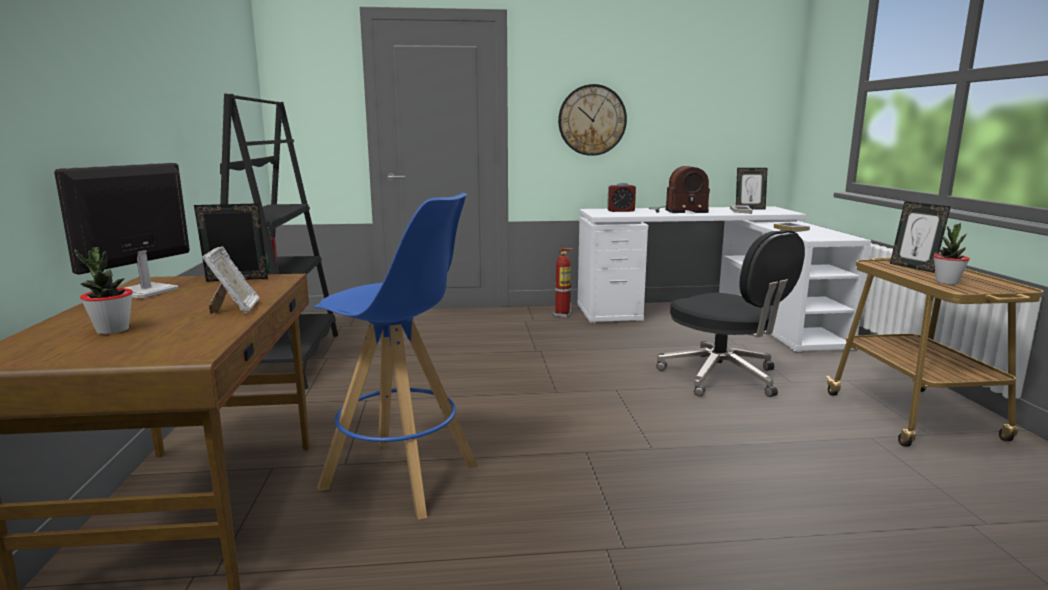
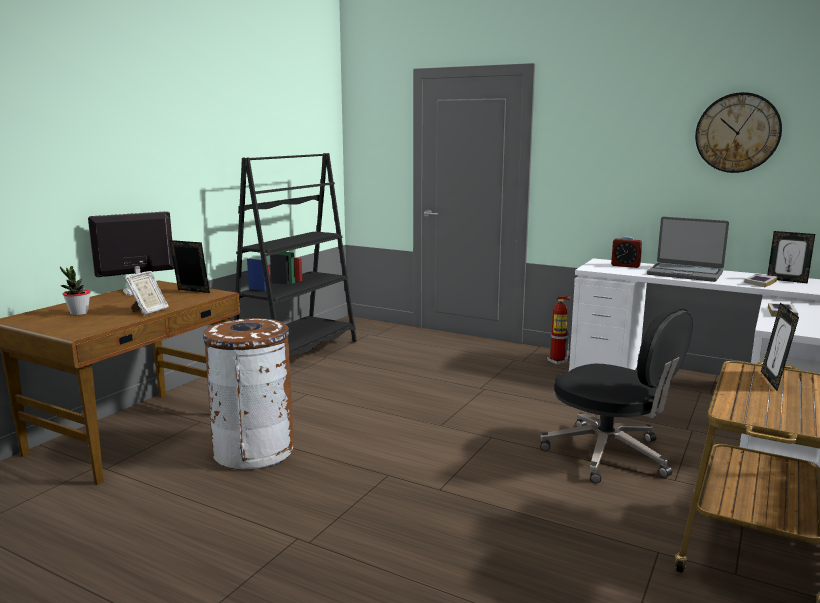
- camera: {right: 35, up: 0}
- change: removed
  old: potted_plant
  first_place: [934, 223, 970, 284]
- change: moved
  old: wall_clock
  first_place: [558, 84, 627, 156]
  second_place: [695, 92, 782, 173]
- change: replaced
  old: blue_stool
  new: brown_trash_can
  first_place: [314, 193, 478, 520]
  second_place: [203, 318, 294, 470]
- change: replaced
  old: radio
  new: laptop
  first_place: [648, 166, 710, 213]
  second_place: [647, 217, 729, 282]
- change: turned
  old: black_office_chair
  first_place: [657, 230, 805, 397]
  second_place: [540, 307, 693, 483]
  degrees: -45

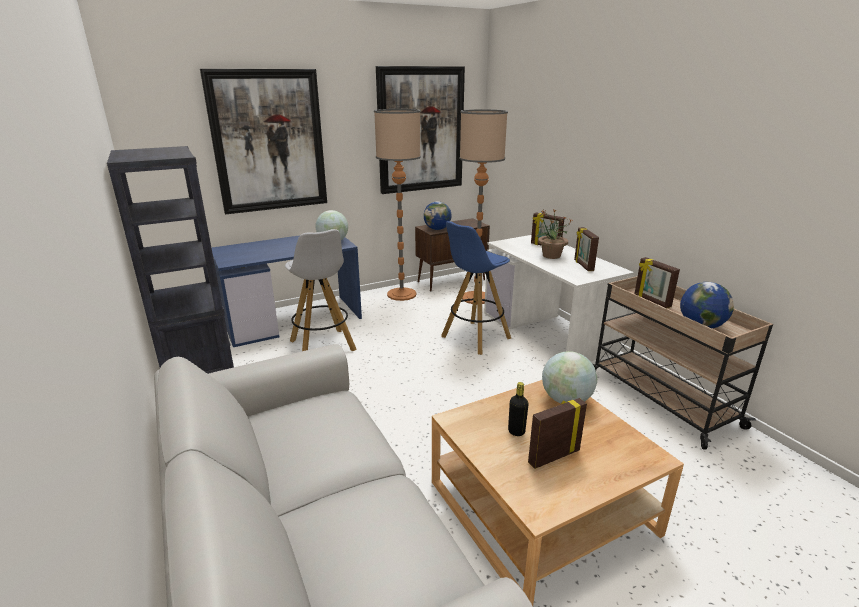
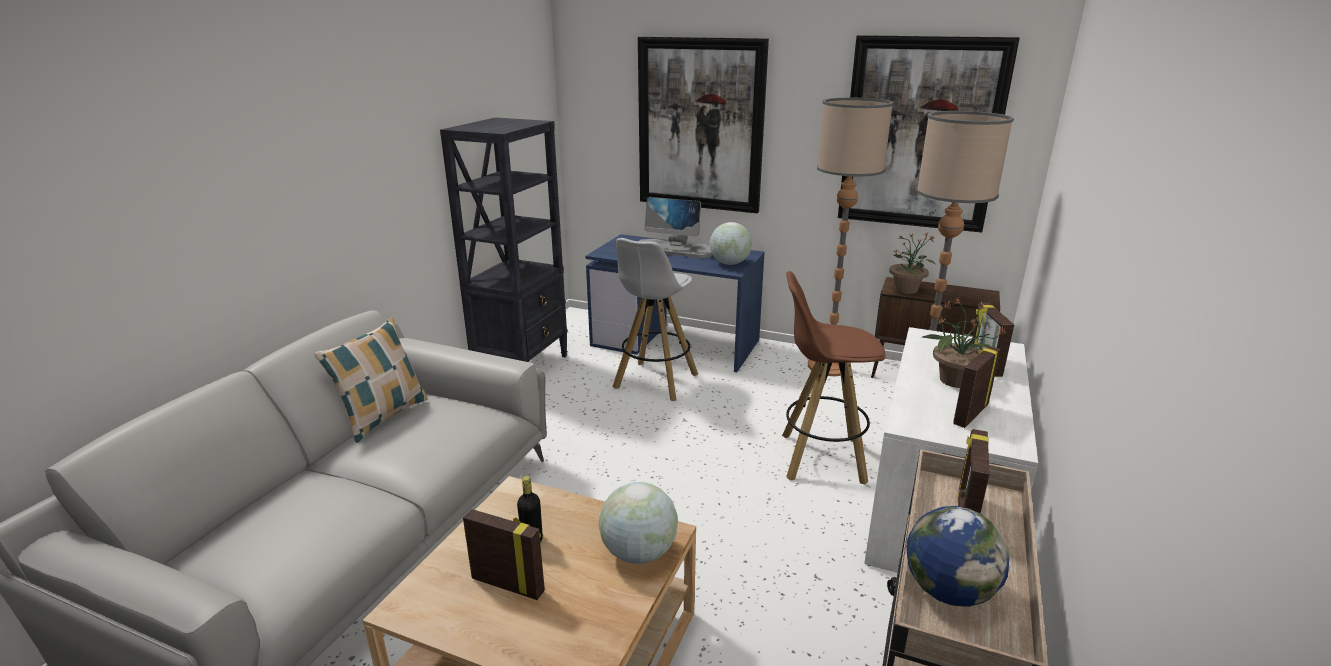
- camera: {right: 50, up: 0}
- change: added
  new: pillow
  second_place: [314, 318, 428, 443]
- change: added
  new: monitor
  second_place: [639, 197, 713, 259]
- change: replaced
  old: globe
  new: potted_plant
  first_place: [424, 201, 452, 230]
  second_place: [889, 233, 936, 294]
- change: recoloured
  old: blue_stool
  new: brown_stool
  first_place: [441, 221, 511, 355]
  second_place: [782, 271, 885, 485]

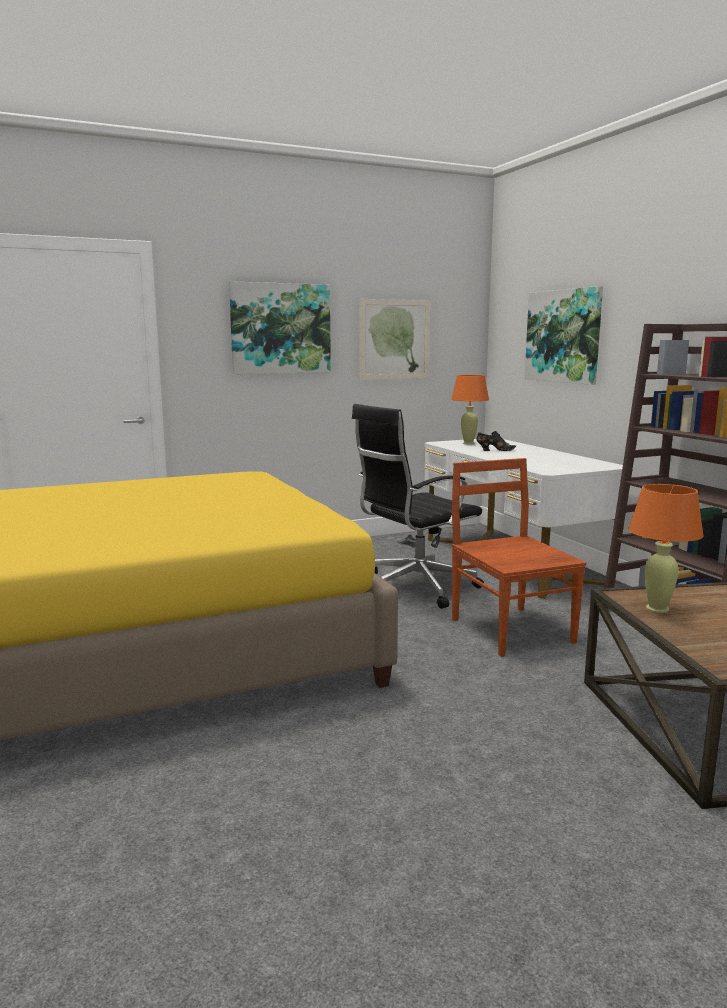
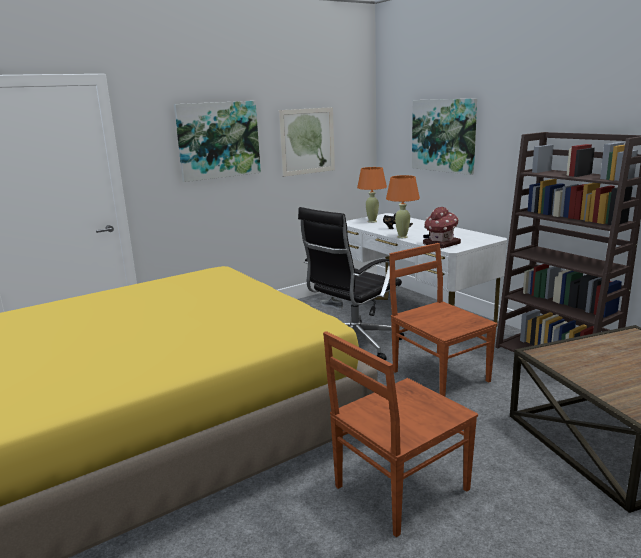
- camera: {right: -10, up: 5}
- change: added
  new: brown_chair
  second_place: [323, 331, 478, 537]
- change: added
  new: toy_house
  second_place: [423, 207, 461, 248]
- change: moved
  old: orange_table_lamp
  first_place: [629, 484, 704, 613]
  second_place: [386, 175, 420, 238]

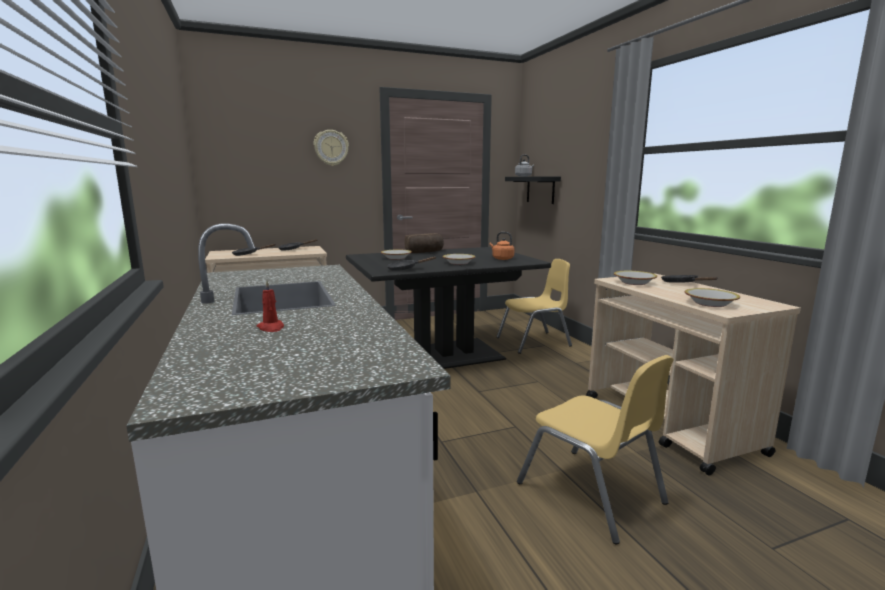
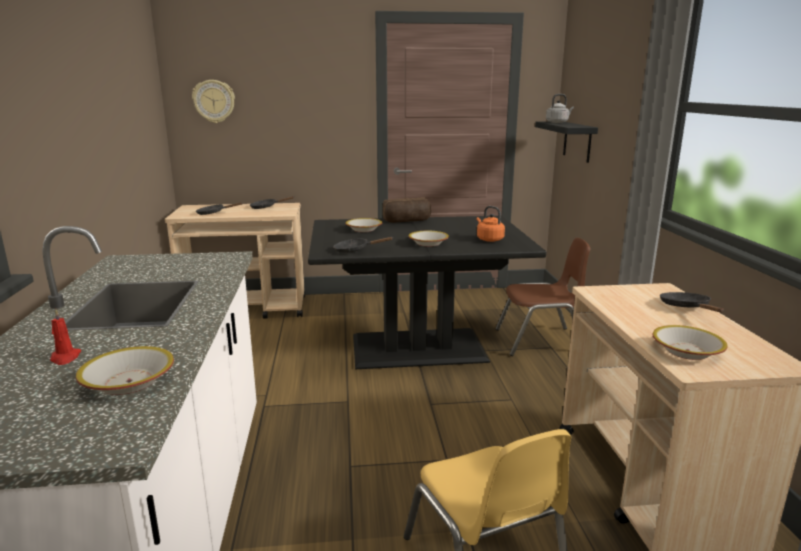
- camera: {right: 15, up: 5}
- change: moved
  old: wall_clock
  first_place: [314, 130, 349, 166]
  second_place: [192, 80, 235, 123]
- change: moved
  old: bowl
  first_place: [614, 271, 657, 285]
  second_place: [76, 346, 174, 395]
- change: recoloured
  old: yellow_chair
  new: brown_chair
  first_place: [496, 259, 572, 354]
  second_place: [496, 238, 591, 356]

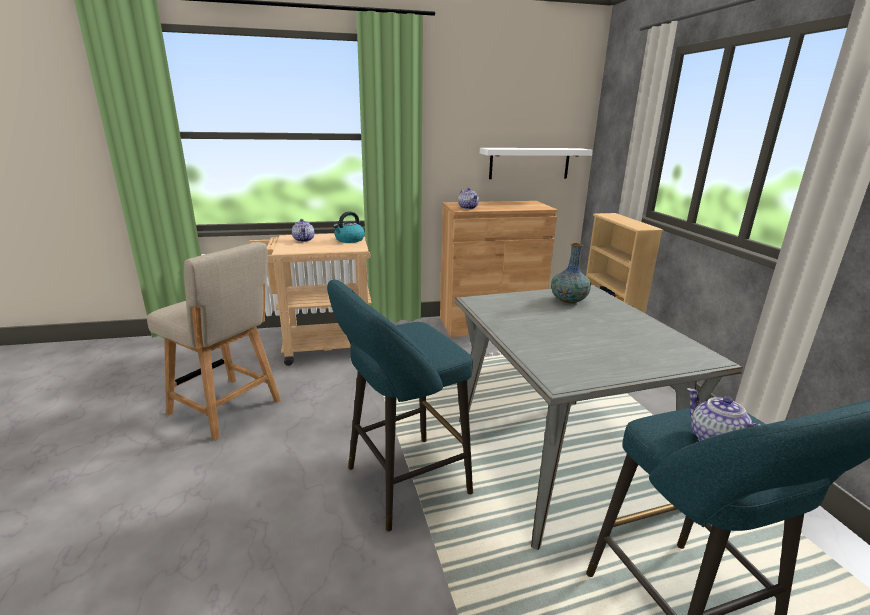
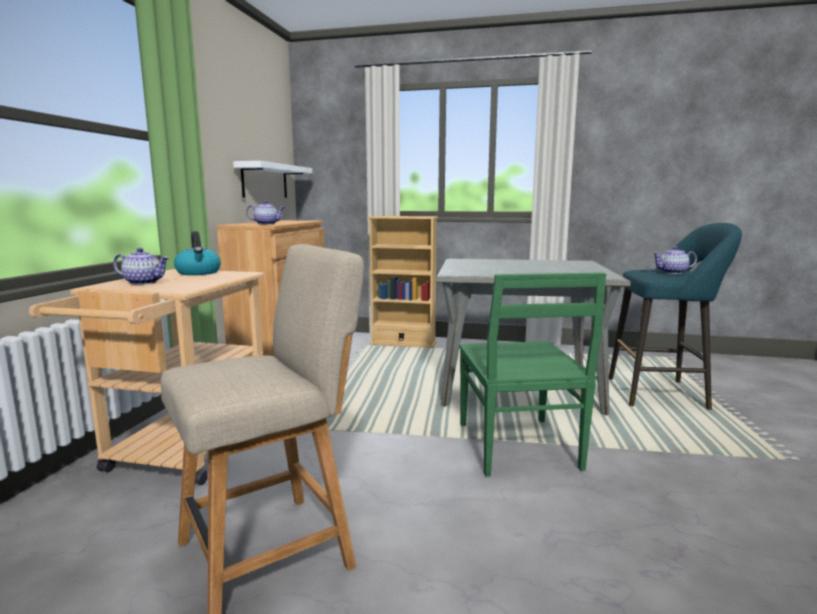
- camera: {right: -65, up: -10}
- change: removed
  old: vase
  first_place: [551, 243, 591, 304]
- change: replaced
  old: turquoise_stool
  new: green_chair
  first_place: [327, 279, 473, 531]
  second_place: [459, 272, 606, 477]

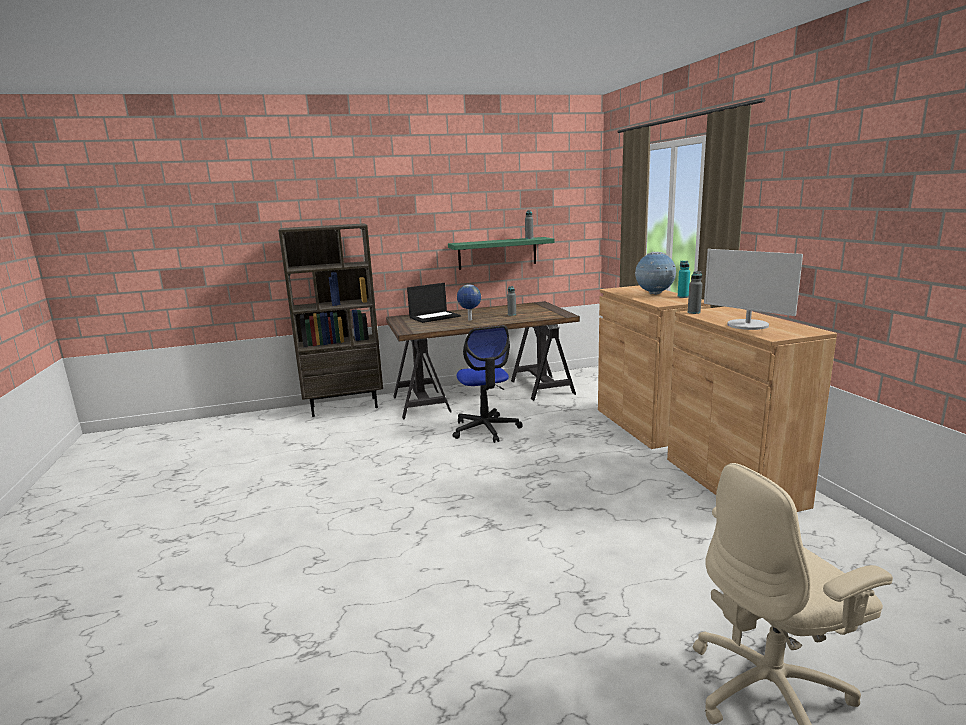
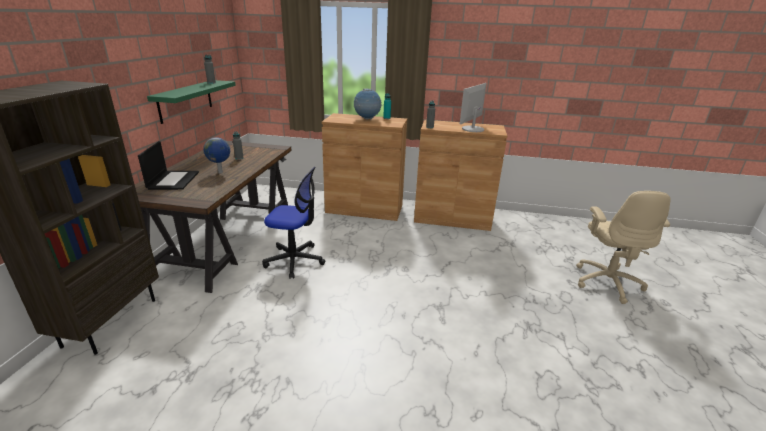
- camera: {right: -65, up: 10}
- change: turned
  old: monitor
  first_place: [704, 249, 803, 330]
  second_place: [460, 83, 487, 132]
  degrees: 135

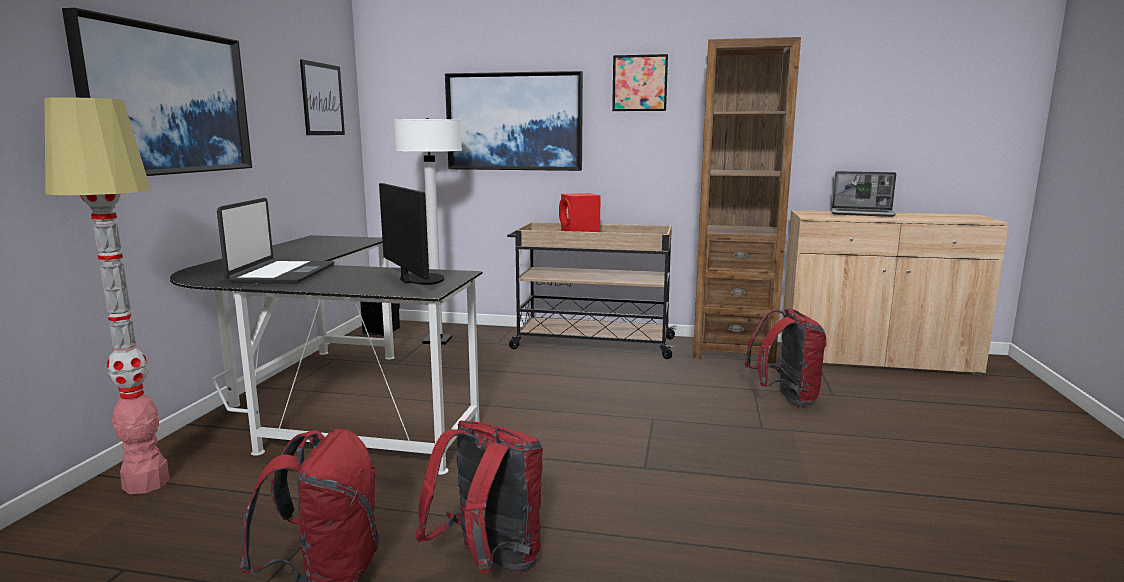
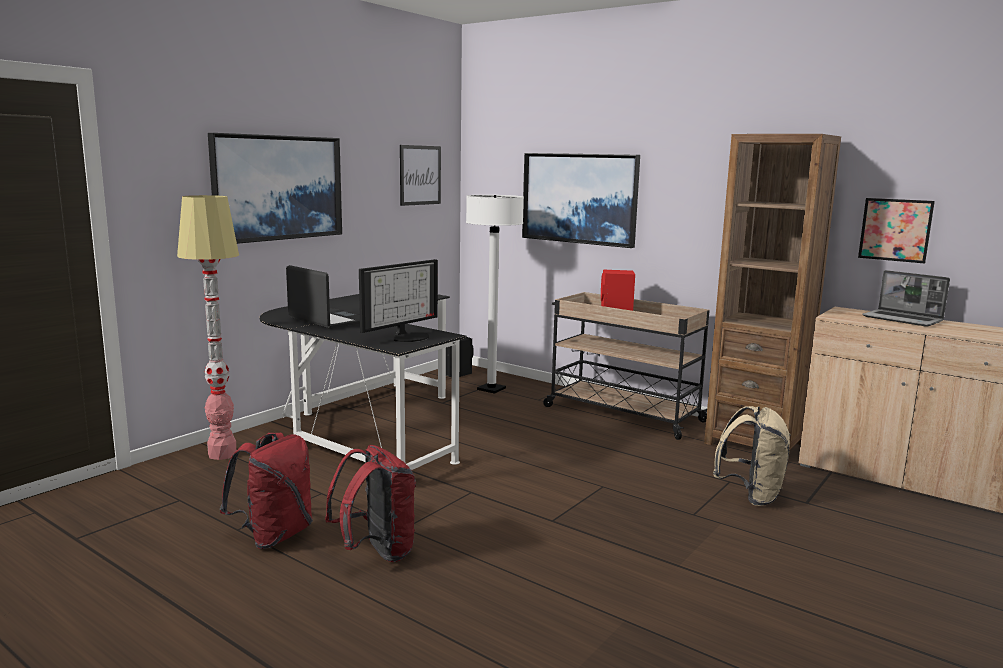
- camera: {right: 25, up: 0}
- change: moved
  old: picture
  first_place: [612, 54, 668, 111]
  second_place: [858, 198, 935, 264]
- change: recoloured
  old: red_backpack
  new: beige_backpack
  first_place: [745, 308, 827, 407]
  second_place: [713, 406, 791, 506]
- change: turned
  old: laptop
  first_place: [217, 198, 334, 284]
  second_place: [286, 265, 360, 329]
  degrees: -75
- change: turned
  old: monitor
  first_place: [379, 183, 444, 285]
  second_place: [359, 259, 438, 342]
  degrees: 45

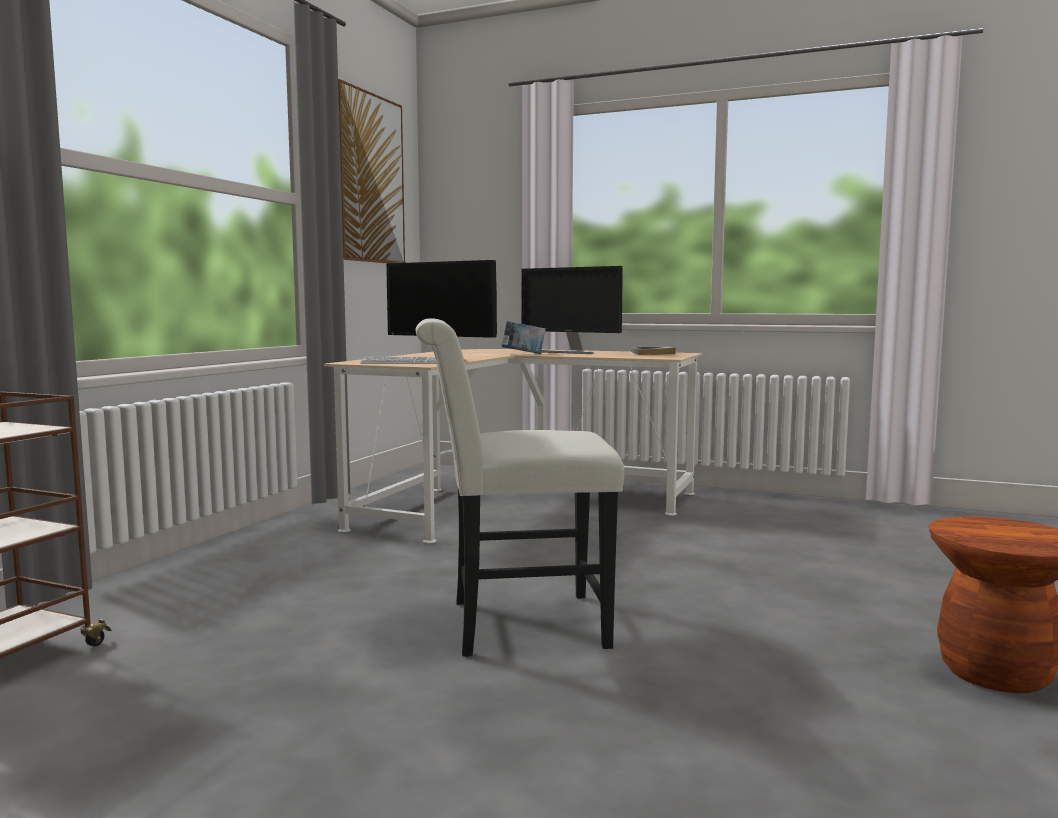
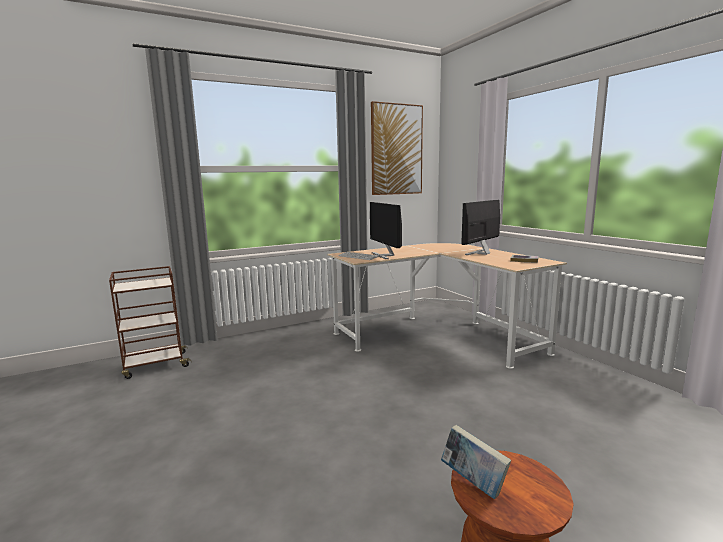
- camera: {right: 40, up: 5}
- change: removed
  old: white_chair
  first_place: [415, 318, 624, 657]
- change: moved
  old: book
  first_place: [502, 321, 546, 354]
  second_place: [441, 425, 511, 499]
- change: turned
  old: monitor
  first_place: [521, 266, 623, 354]
  second_place: [461, 200, 500, 255]
  degrees: 60

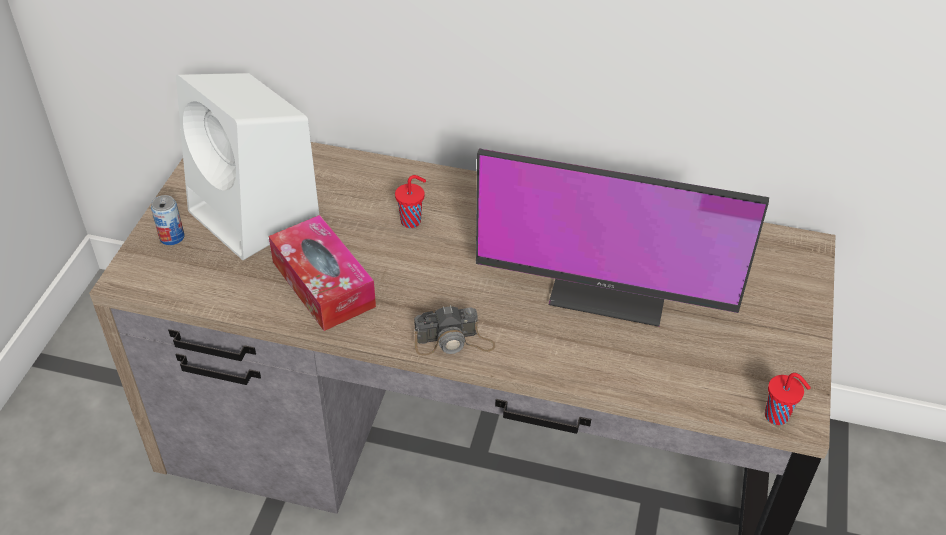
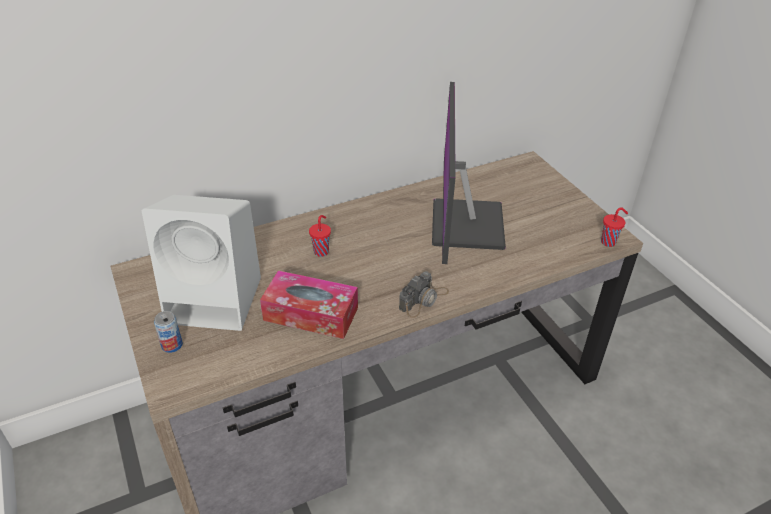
- camera: {right: -40, up: -5}
- change: turned
  old: monitor
  first_place: [476, 148, 769, 327]
  second_place: [432, 82, 506, 264]
  degrees: 120

